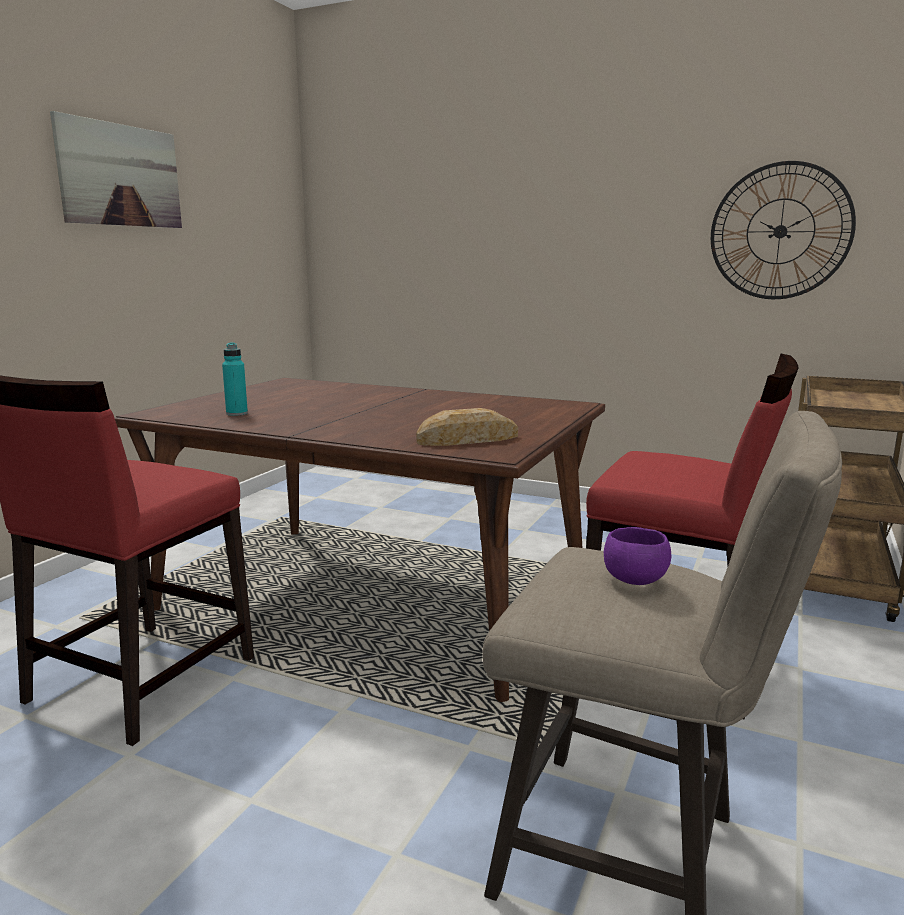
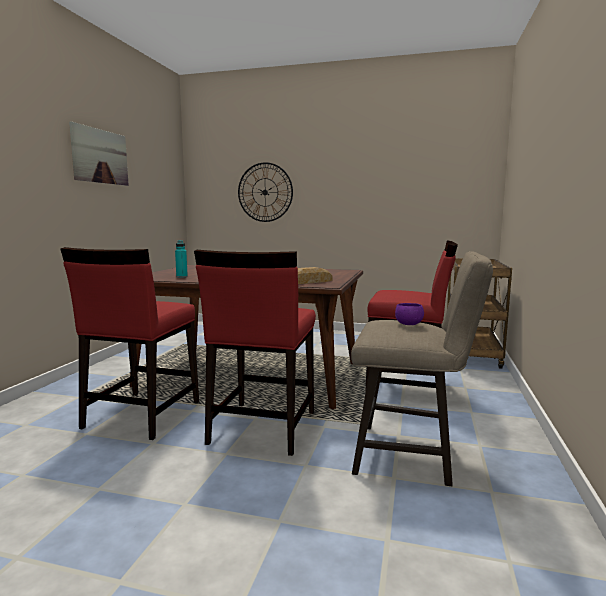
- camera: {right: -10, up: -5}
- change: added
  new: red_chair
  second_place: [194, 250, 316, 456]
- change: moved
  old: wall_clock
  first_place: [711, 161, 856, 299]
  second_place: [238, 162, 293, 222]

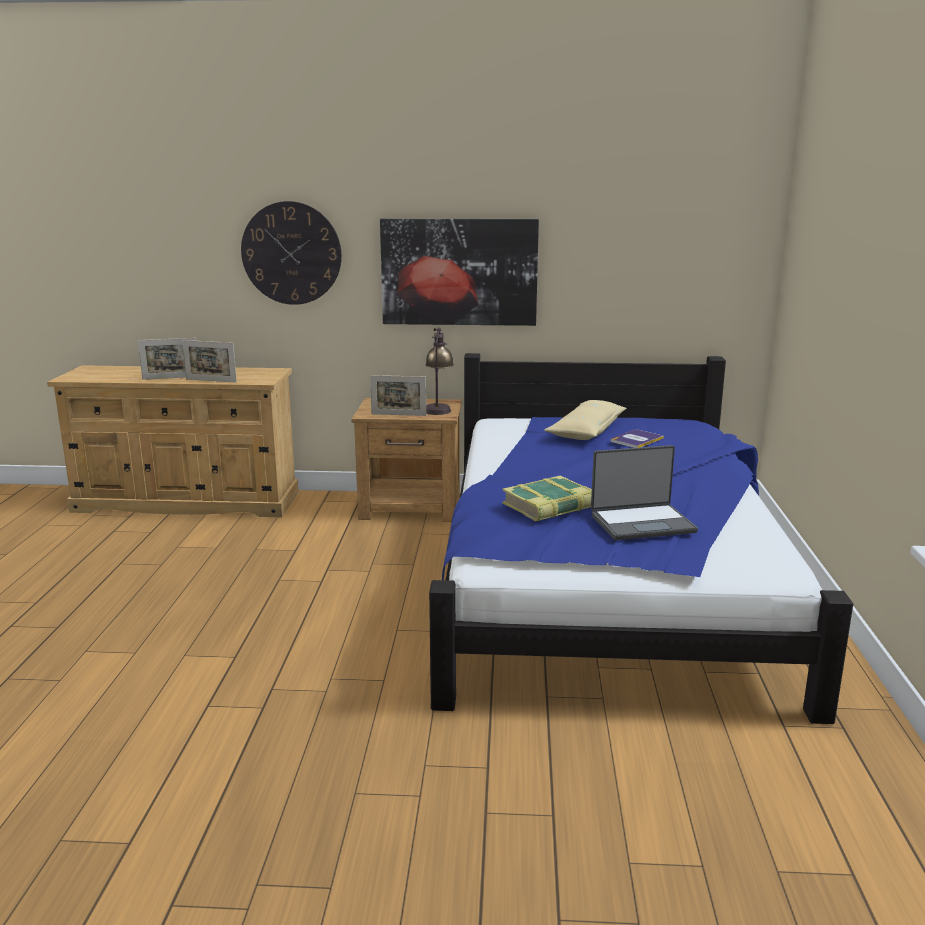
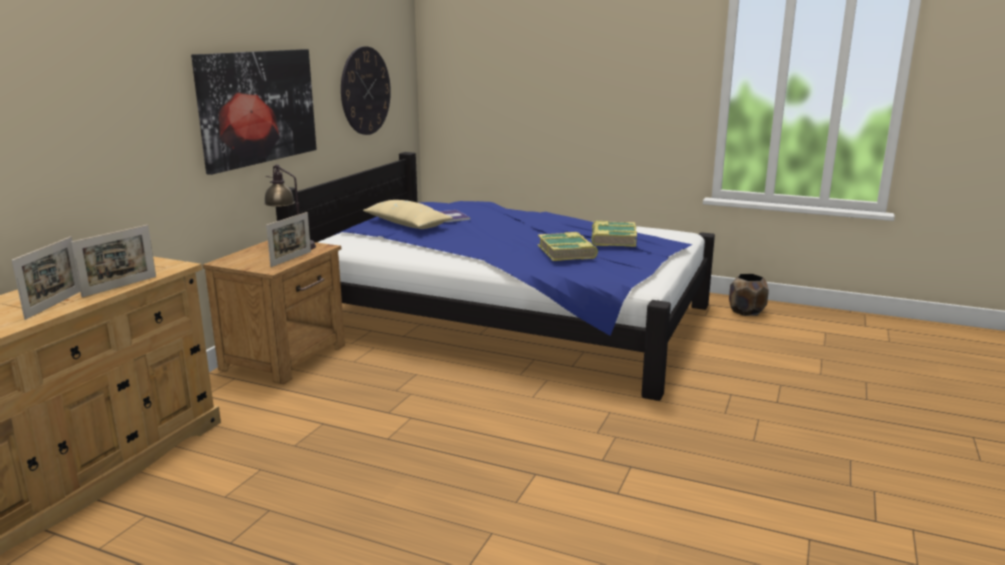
- camera: {right: -70, up: 0}
- change: added
  new: brown_planter
  second_place: [729, 274, 769, 316]
- change: moved
  old: wall_clock
  first_place: [241, 201, 342, 305]
  second_place: [341, 46, 391, 135]
- change: replaced
  old: laptop
  new: book
  first_place: [591, 445, 698, 540]
  second_place: [591, 221, 637, 247]

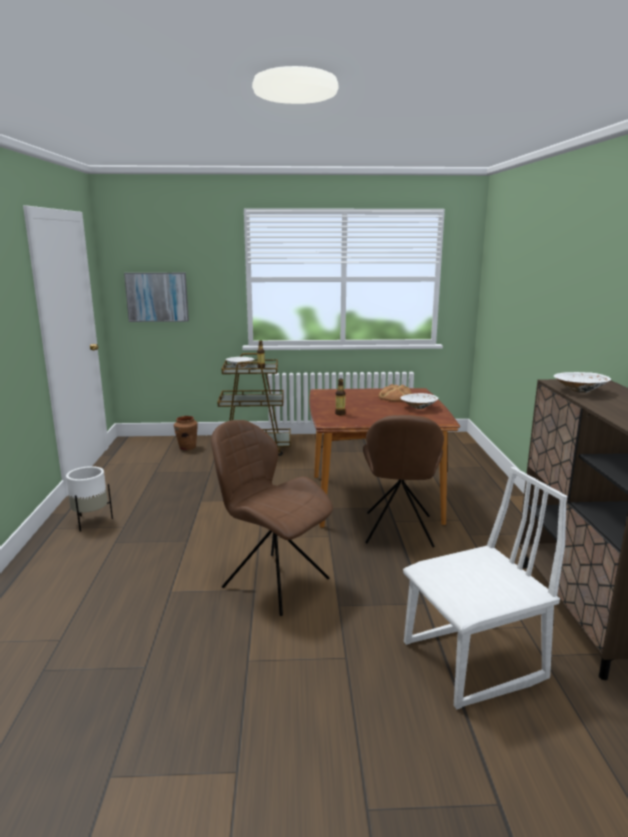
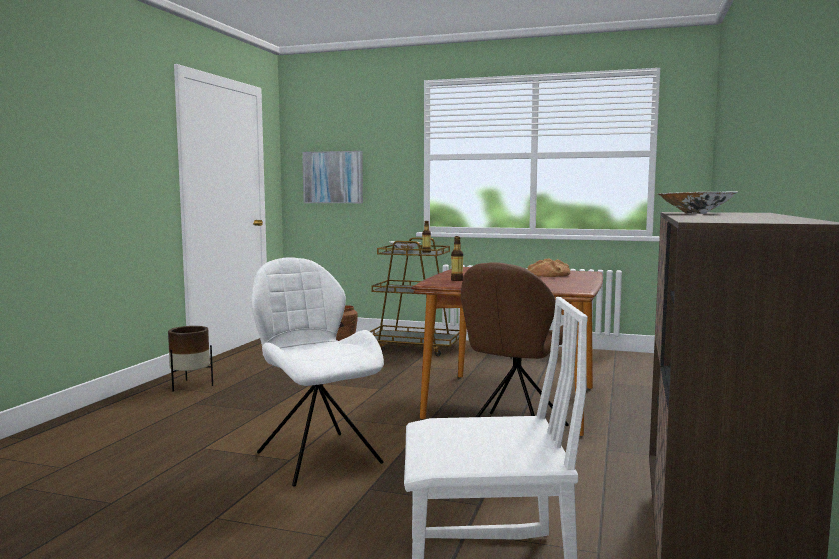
- camera: {right: 20, up: -10}
- change: removed
  old: white_bowl
  first_place: [400, 393, 438, 409]
- change: recoloured
  old: white_planter
  new: brown_planter
  first_place: [66, 466, 113, 532]
  second_place: [168, 326, 213, 392]
- change: recoloured
  old: brown_chair
  new: white_chair
  first_place: [211, 420, 333, 616]
  second_place: [251, 257, 384, 486]

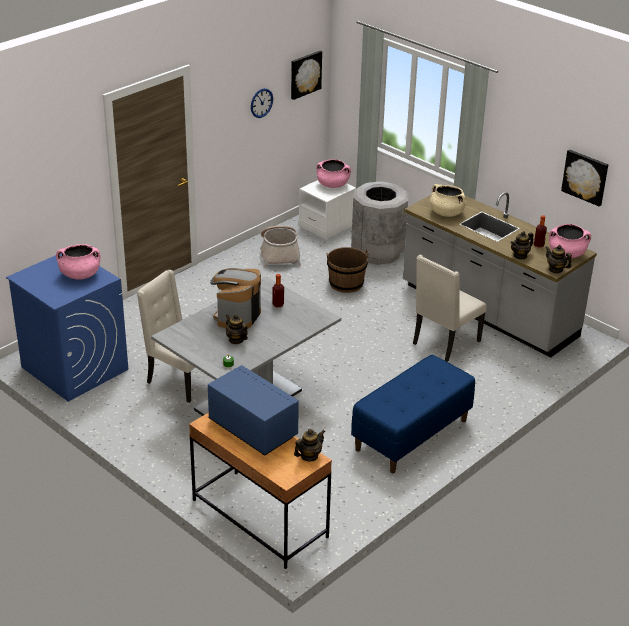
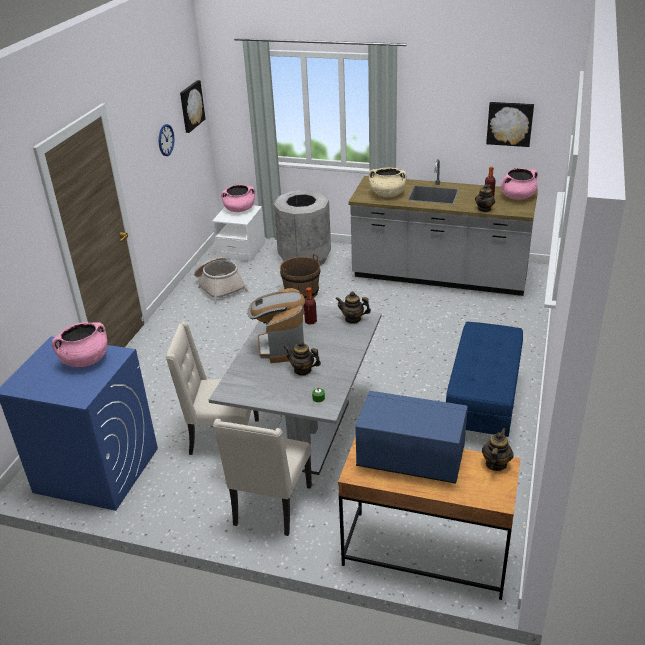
- camera: {right: -25, up: 0}
- change: moved
  old: beige_chair
  first_place: [413, 255, 487, 362]
  second_place: [213, 419, 312, 536]
- change: moved
  old: teapot
  first_place: [545, 245, 572, 273]
  second_place: [336, 292, 371, 324]

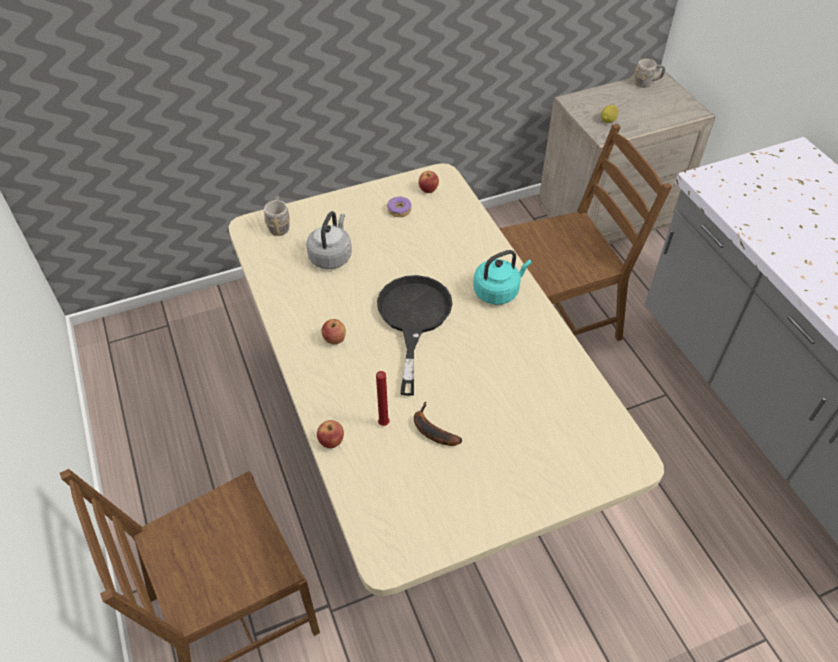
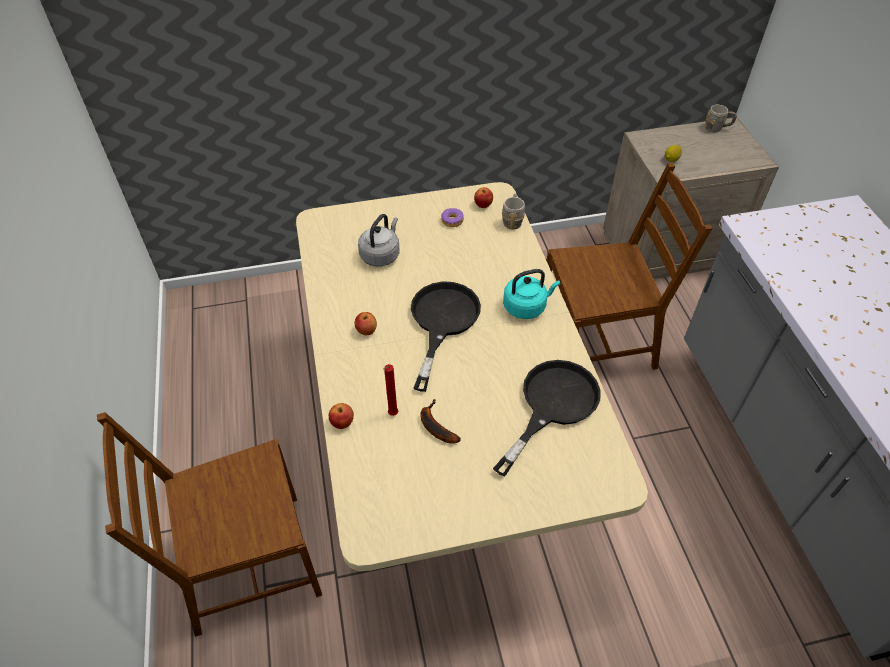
- camera: {right: 10, up: 0}
- change: added
  new: black_frying_pan
  second_place: [493, 360, 601, 477]
- change: moved
  old: grey_mug
  first_place: [264, 197, 290, 236]
  second_place: [502, 194, 525, 229]

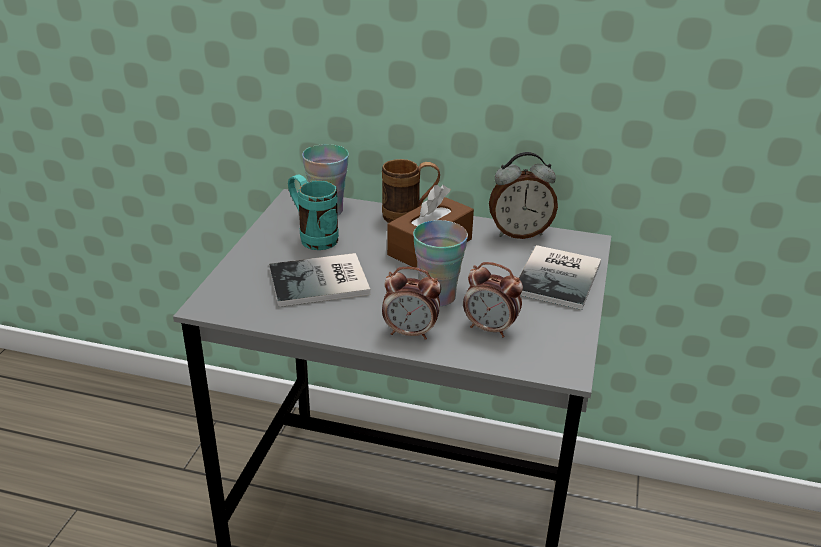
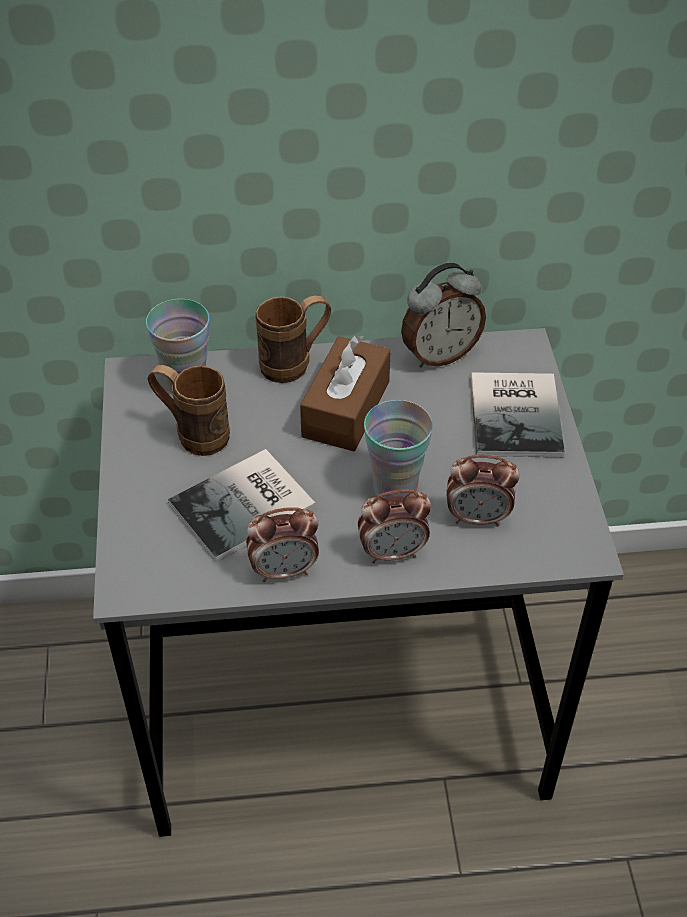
- camera: {right: -20, up: 15}
- change: added
  new: alarm_clock
  second_place: [246, 507, 319, 582]
- change: recoloured
  old: turquoise_mug
  new: brown_mug
  first_place: [288, 174, 339, 250]
  second_place: [148, 365, 230, 456]

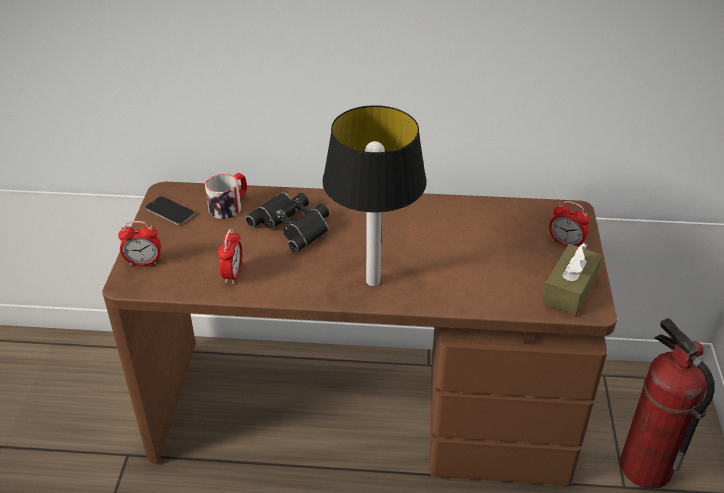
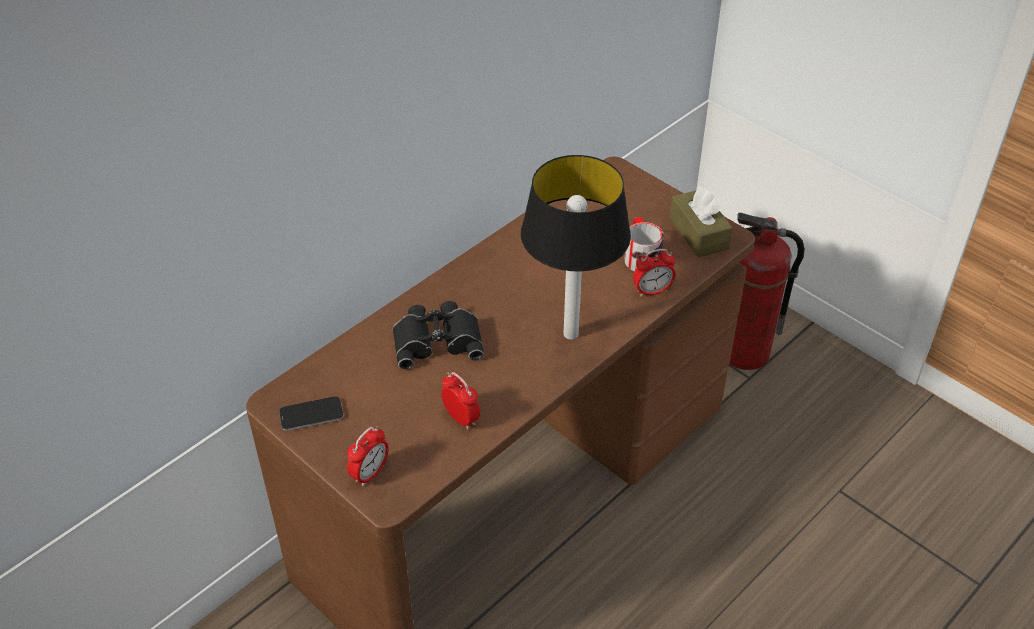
- camera: {right: -50, up: 5}
- change: moved
  old: mug
  first_place: [205, 173, 247, 219]
  second_place: [625, 217, 664, 271]
- change: moved
  old: alarm_clock
  first_place: [549, 201, 590, 247]
  second_place: [633, 249, 676, 297]

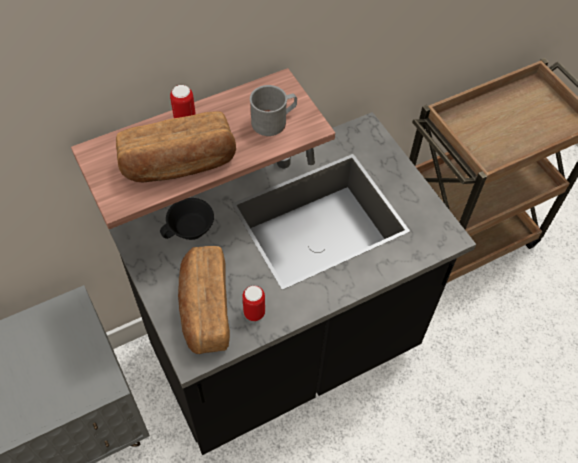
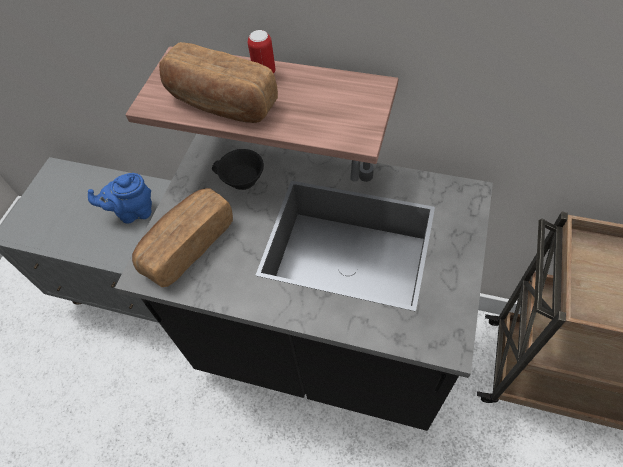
- camera: {right: 50, up: 0}
- change: removed
  old: can
  first_place: [242, 286, 265, 321]
- change: removed
  old: grey_mug
  first_place: [250, 85, 297, 136]
- change: added
  new: blue_teapot
  second_place: [88, 173, 152, 224]

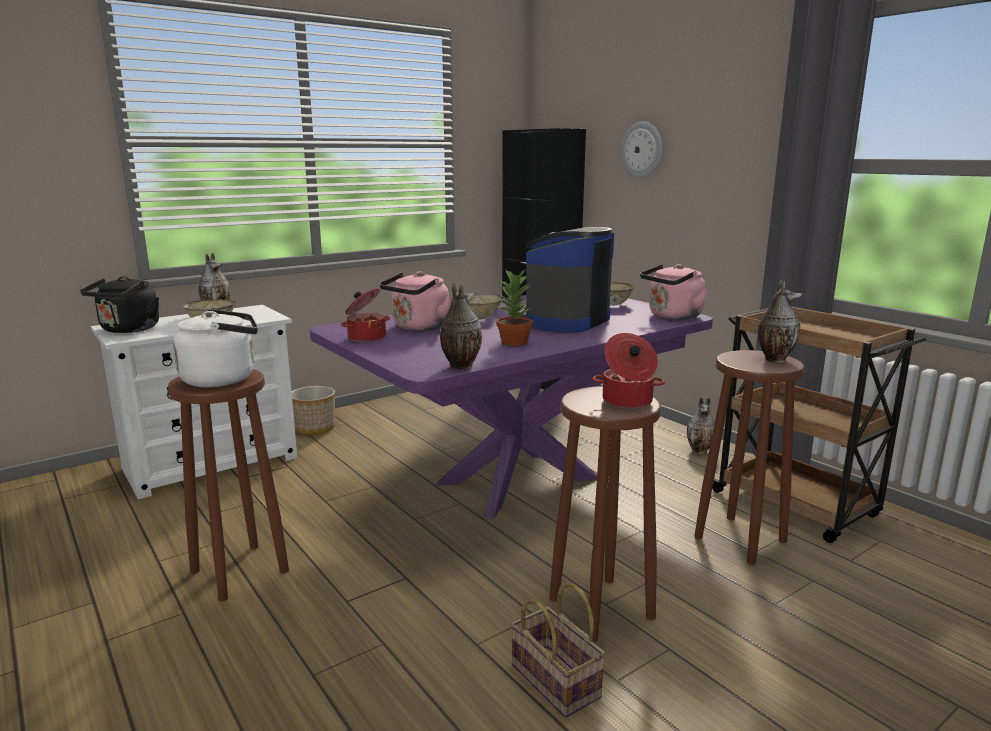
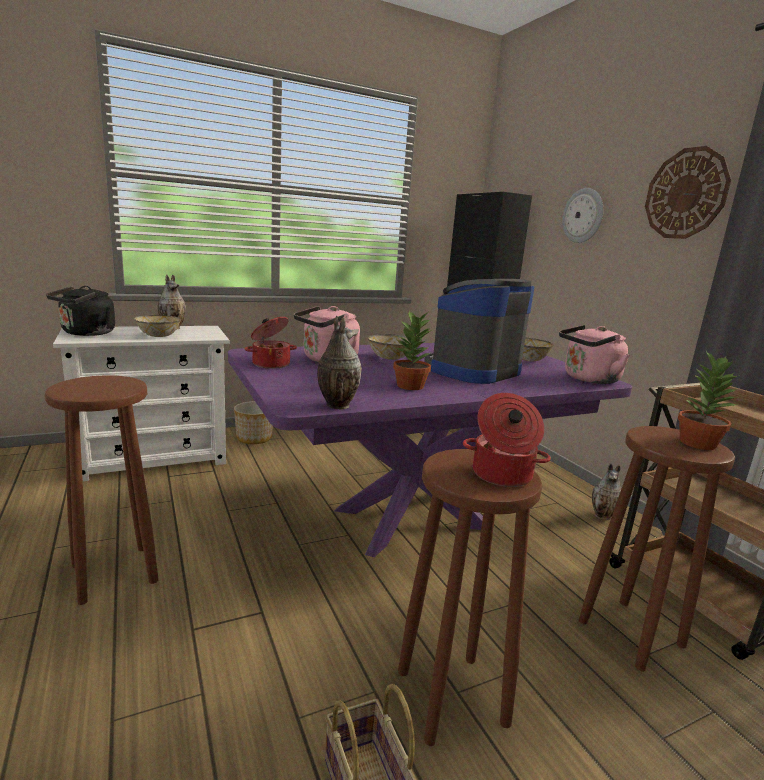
- camera: {right: 10, up: 0}
- change: removed
  old: white_kettle
  first_place: [173, 309, 258, 387]
- change: added
  new: wall_clock
  second_place: [645, 146, 731, 239]
- change: replaced
  old: vase
  new: potted_plant
  first_place: [758, 280, 803, 363]
  second_place: [678, 351, 740, 450]

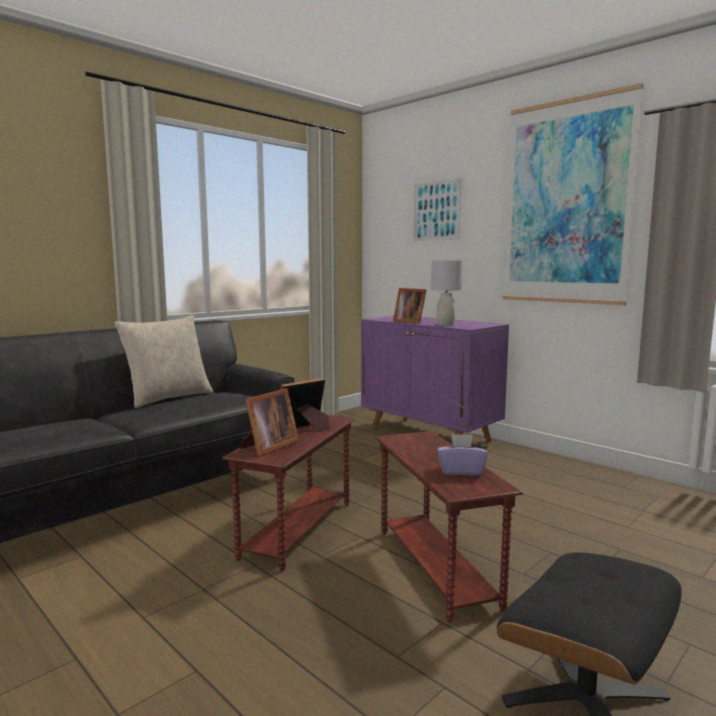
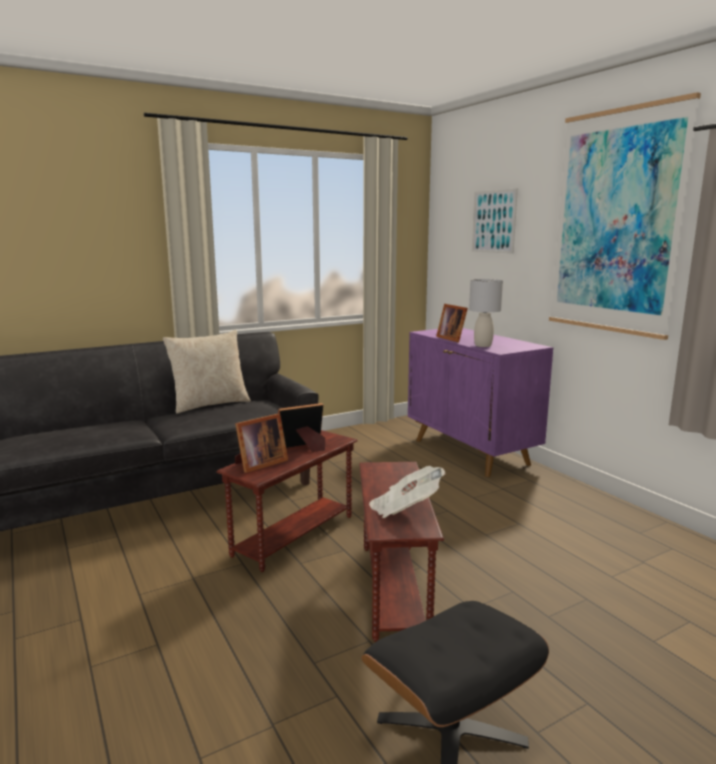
- camera: {right: 15, up: 5}
- change: replaced
  old: purple_tissue_box
  new: newspaper
  first_place: [437, 434, 488, 476]
  second_place: [369, 466, 446, 518]

